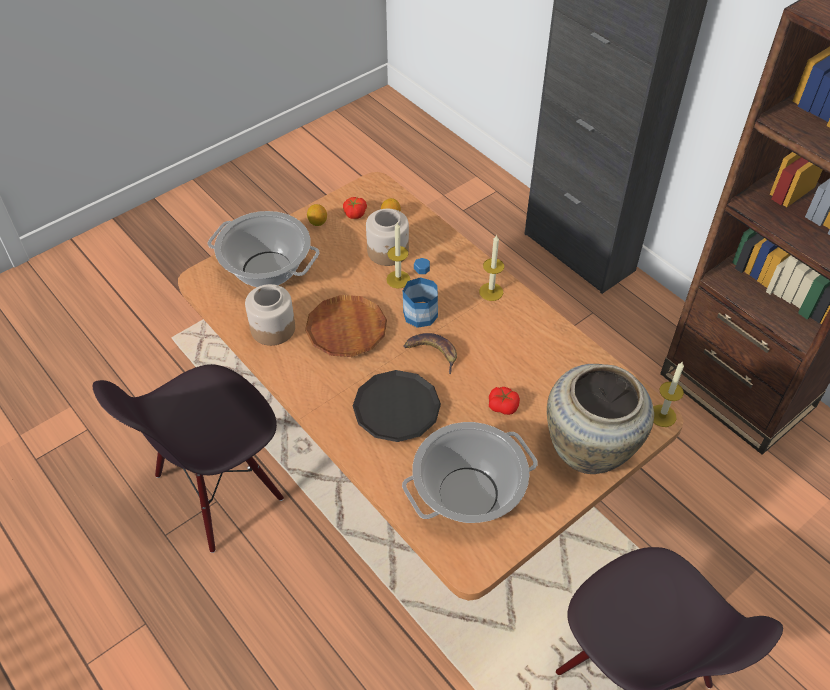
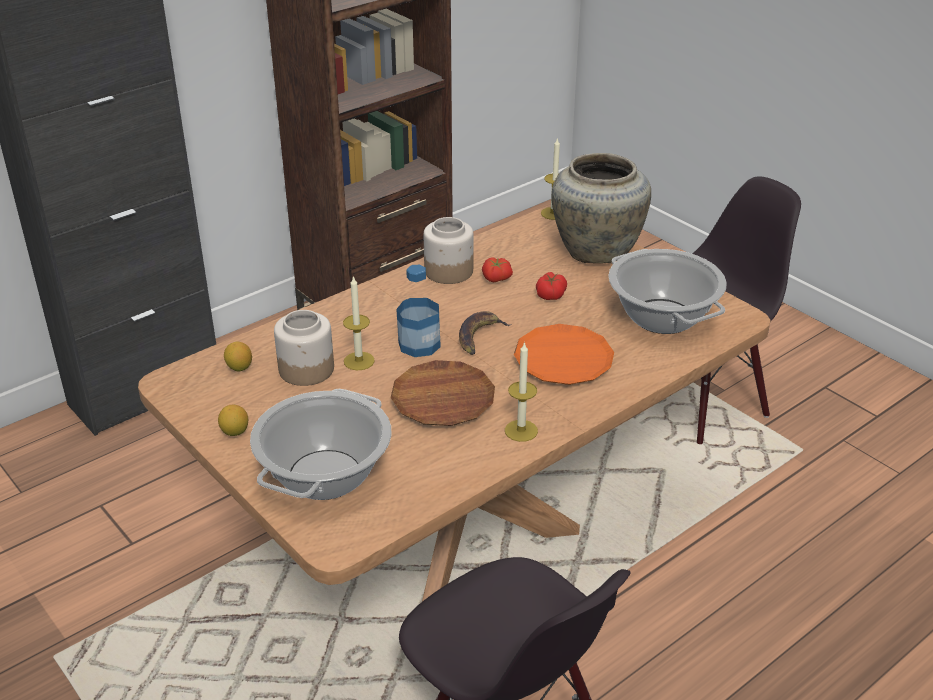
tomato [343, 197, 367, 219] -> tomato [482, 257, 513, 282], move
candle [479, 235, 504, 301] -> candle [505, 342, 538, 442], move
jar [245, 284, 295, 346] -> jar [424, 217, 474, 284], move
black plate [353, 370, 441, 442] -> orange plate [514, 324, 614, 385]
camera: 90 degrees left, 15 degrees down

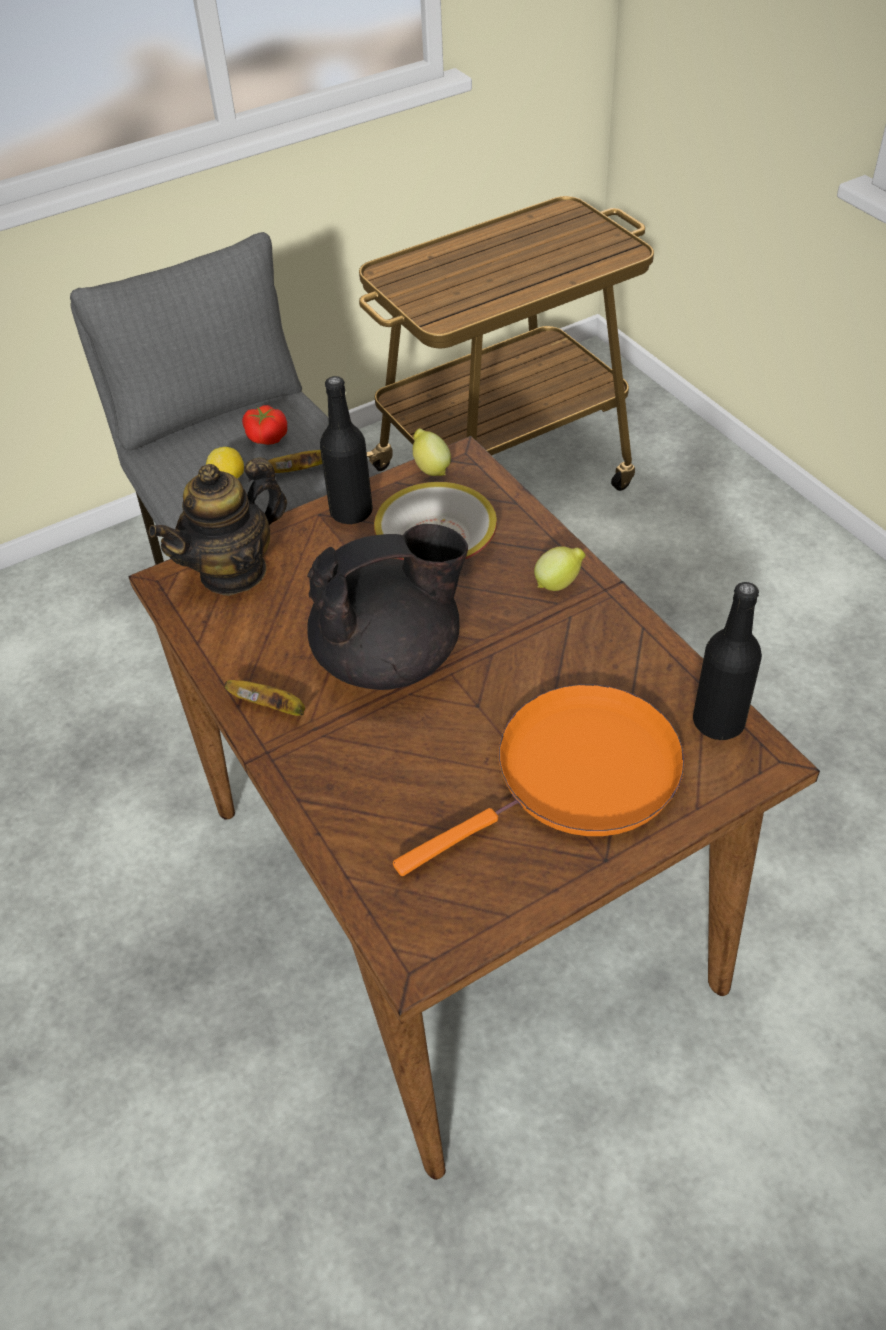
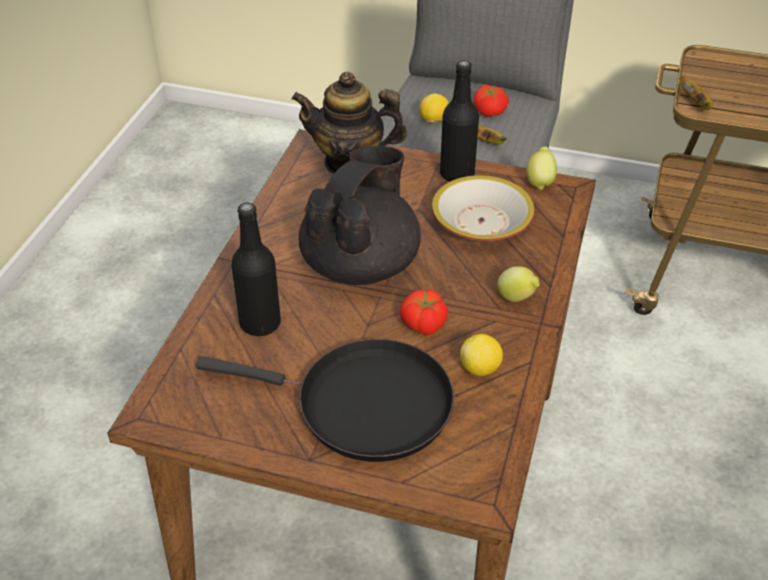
black teapot [307, 524, 468, 690] -> black teapot [299, 146, 421, 285], 90 degrees counterclockwise
black bottle [693, 582, 762, 740] -> black bottle [231, 203, 281, 336], move
banana [224, 680, 305, 716] -> banana [679, 76, 713, 110], move
orange frying pan [393, 684, 685, 876] -> black frying pan [196, 339, 454, 462]
none -> tomato [400, 289, 448, 335]
none -> lemon [460, 334, 503, 376]
camera: 45 degrees right, 5 degrees down

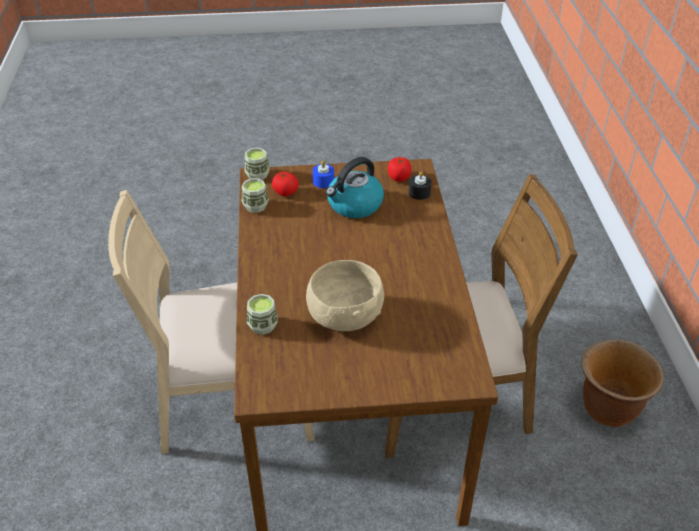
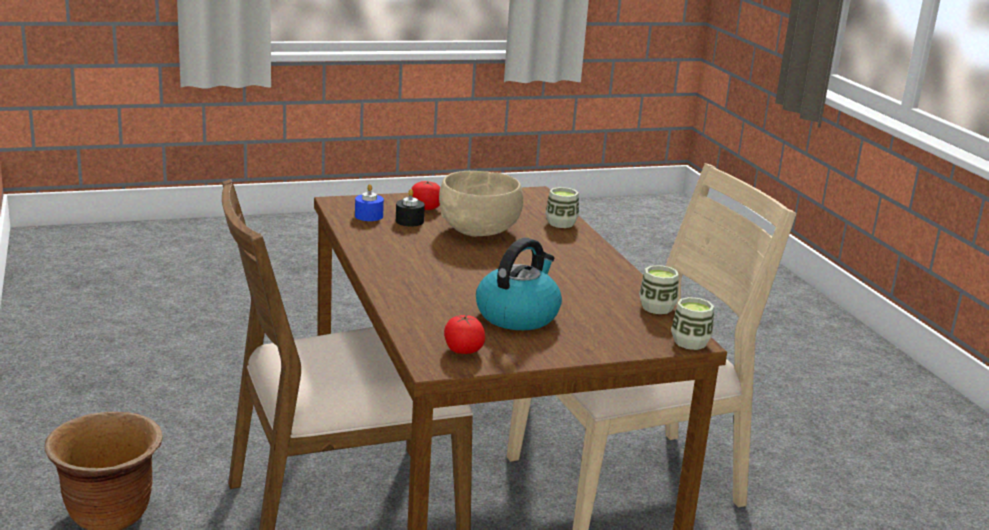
blue candle [313, 160, 334, 188] -> blue candle [355, 184, 384, 221], move
tomato [272, 171, 299, 196] -> tomato [411, 181, 440, 210], move
black candle [409, 171, 432, 200] -> black candle [396, 189, 425, 226], move
camera: 165 degrees right, 20 degrees down

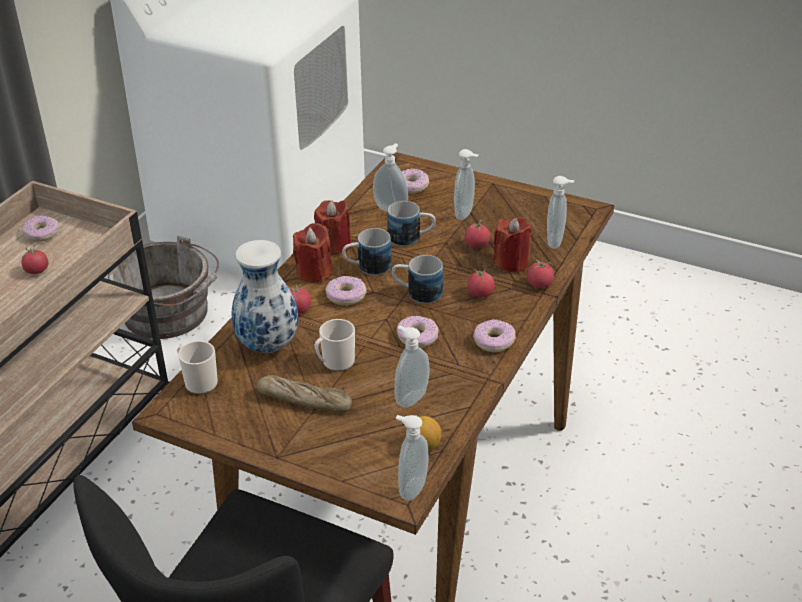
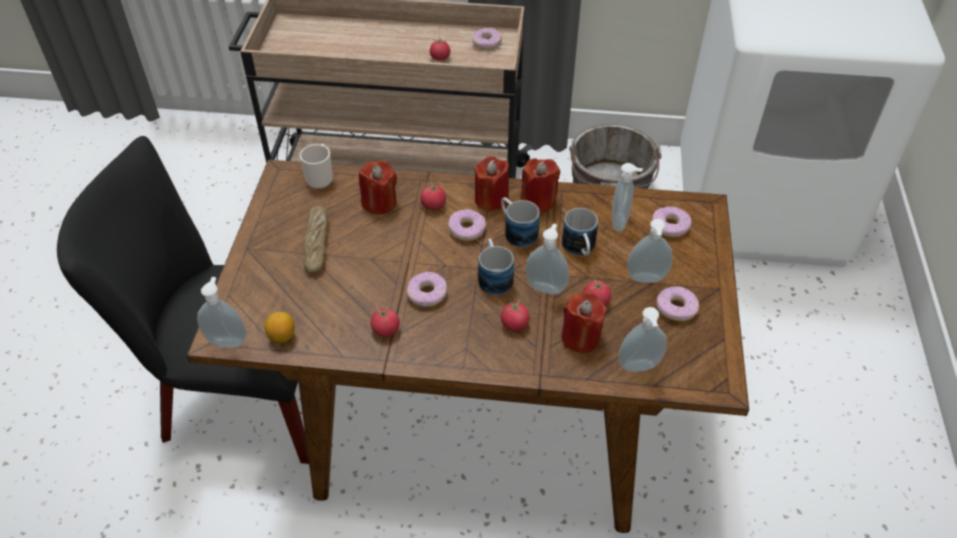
vase [232, 240, 298, 353] -> red candle [359, 160, 397, 214]
tomato [527, 260, 554, 288] -> tomato [370, 307, 400, 337], move
mug [315, 319, 355, 371] -> none
donut [473, 319, 516, 352] -> donut [657, 286, 699, 321], move
soap dispenser [394, 325, 429, 408] -> soap dispenser [526, 223, 569, 294], move
camera: 70 degrees right, 10 degrees up

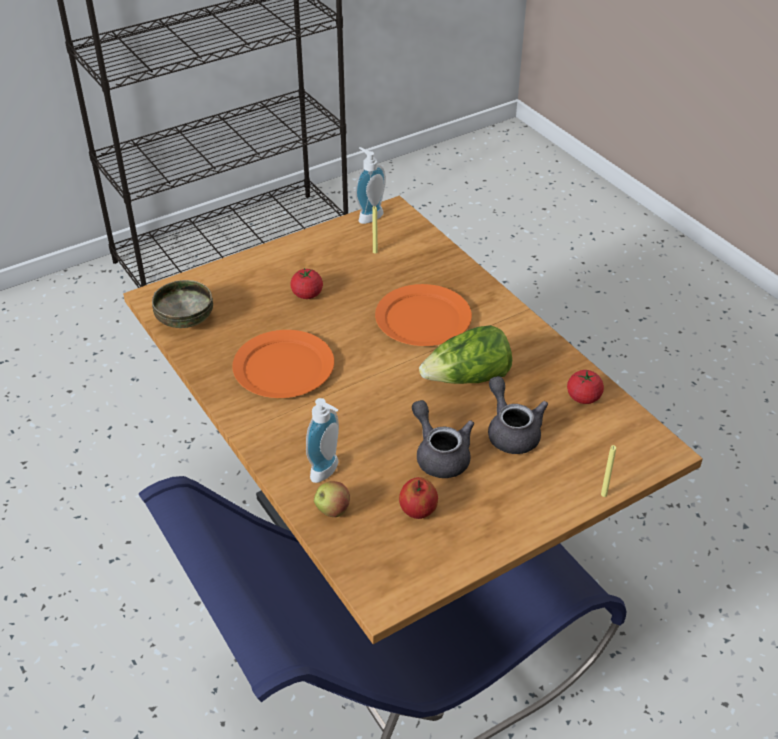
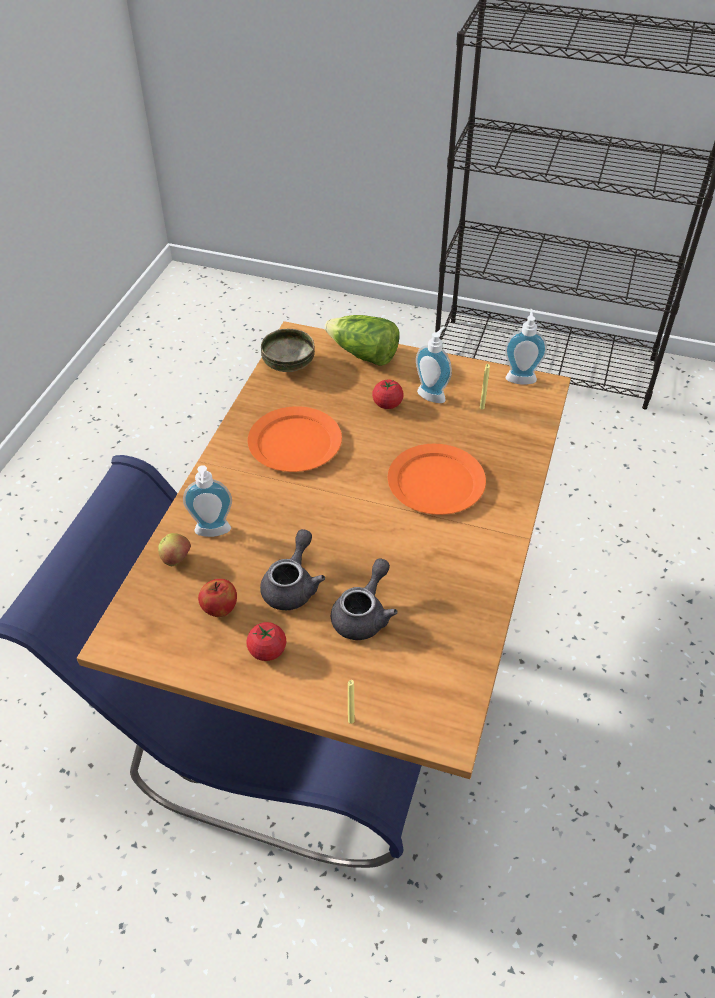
lettuce [419, 325, 512, 384] -> lettuce [324, 315, 400, 366], move
tomato [567, 370, 604, 404] -> tomato [246, 622, 286, 661], move
none -> soap dispenser [416, 326, 452, 403]
camera: 50 degrees right, 5 degrees up

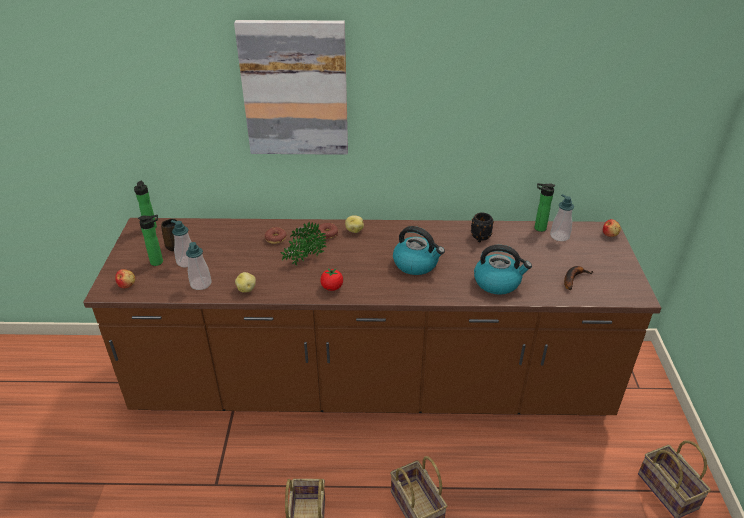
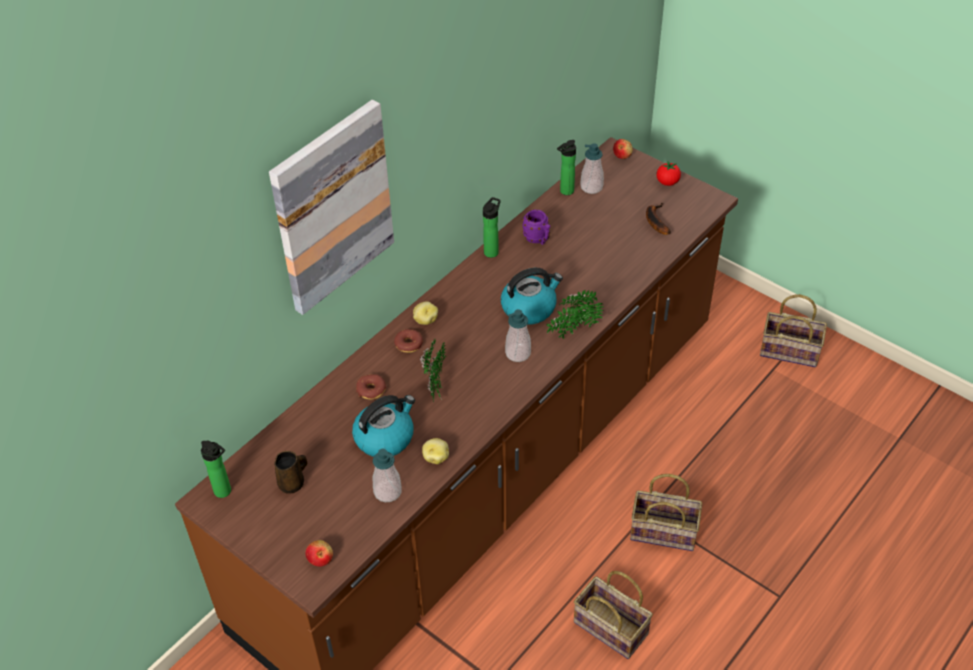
black mug [471, 213, 494, 242] -> purple mug [522, 210, 550, 245]
bottle [138, 215, 163, 266] -> bottle [483, 197, 501, 258], move
soap dispenser [171, 220, 192, 267] -> soap dispenser [505, 309, 531, 362], move
kettle [474, 245, 532, 295] -> kettle [352, 395, 415, 457], move
tomato [320, 268, 343, 291] -> tomato [657, 161, 681, 186], move
none -> potted plant [546, 290, 603, 339]
camera: 50 degrees left, 10 degrees up

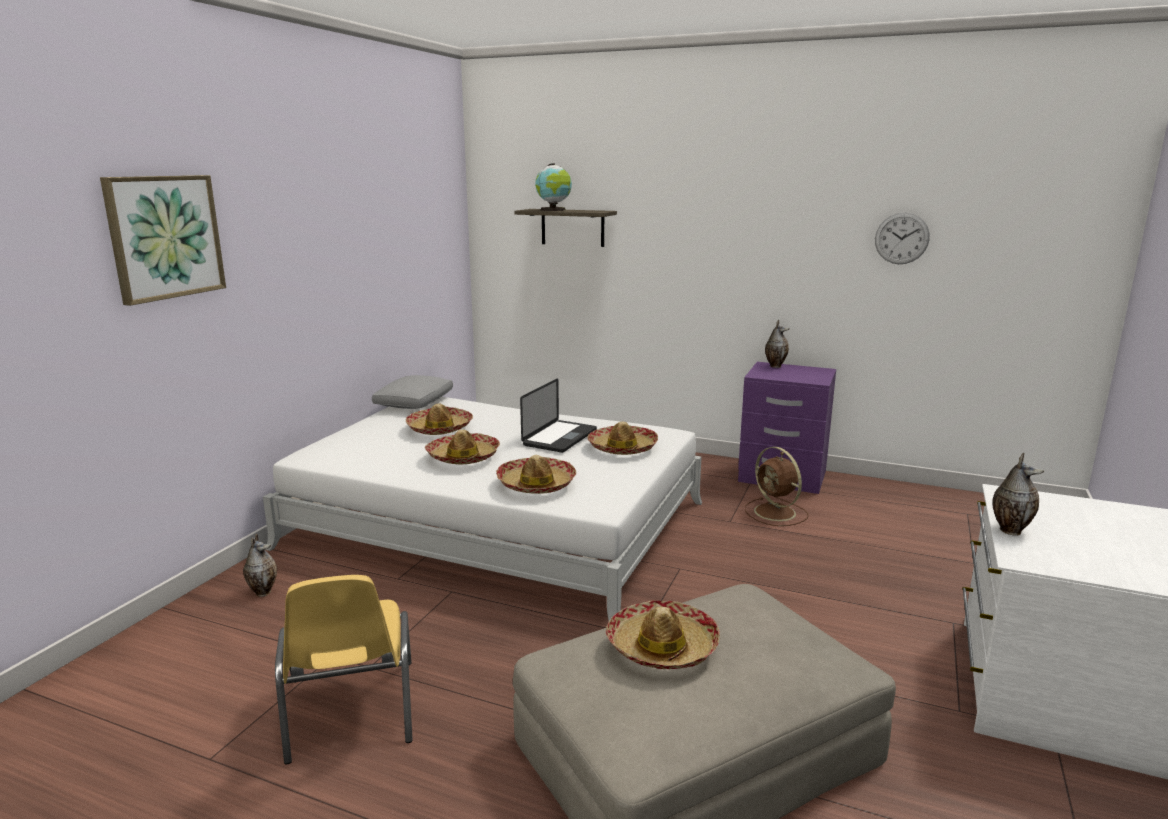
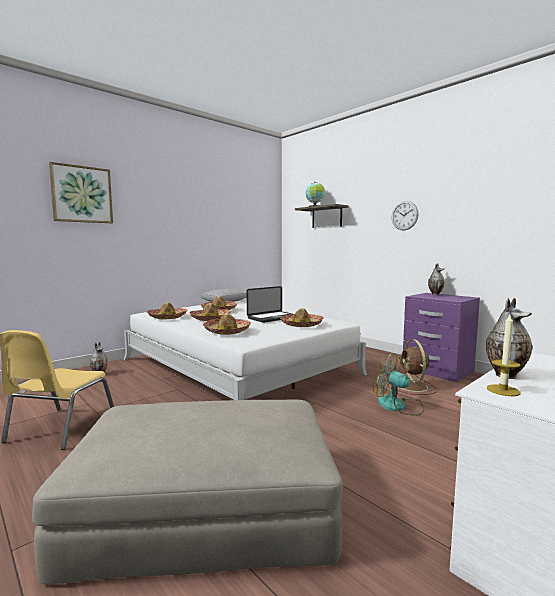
wall clock [875, 212, 930, 264] -> wall clock [391, 201, 419, 230], move
hat [606, 601, 720, 669] -> hat [147, 302, 188, 319], move
none -> candle [487, 315, 520, 396]
none -> fan [373, 353, 425, 416]
camera: 25 degrees right, 10 degrees down

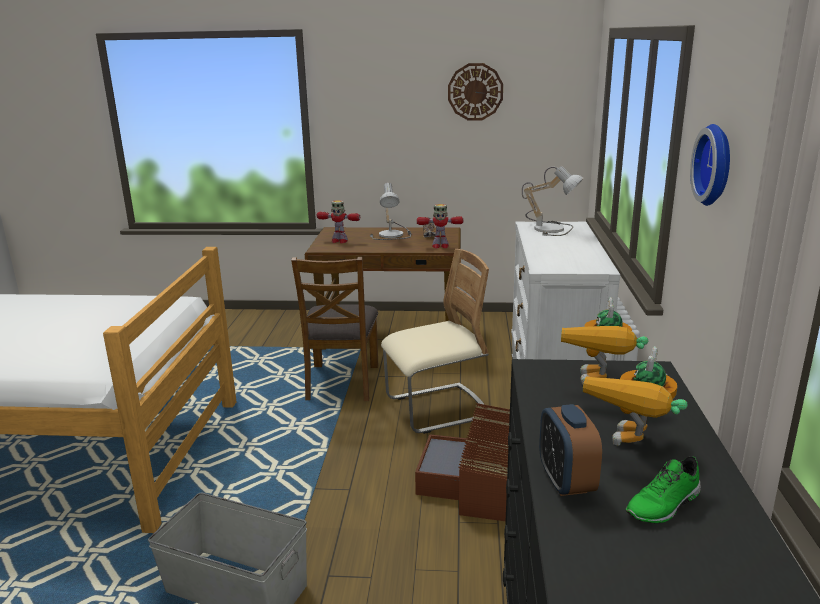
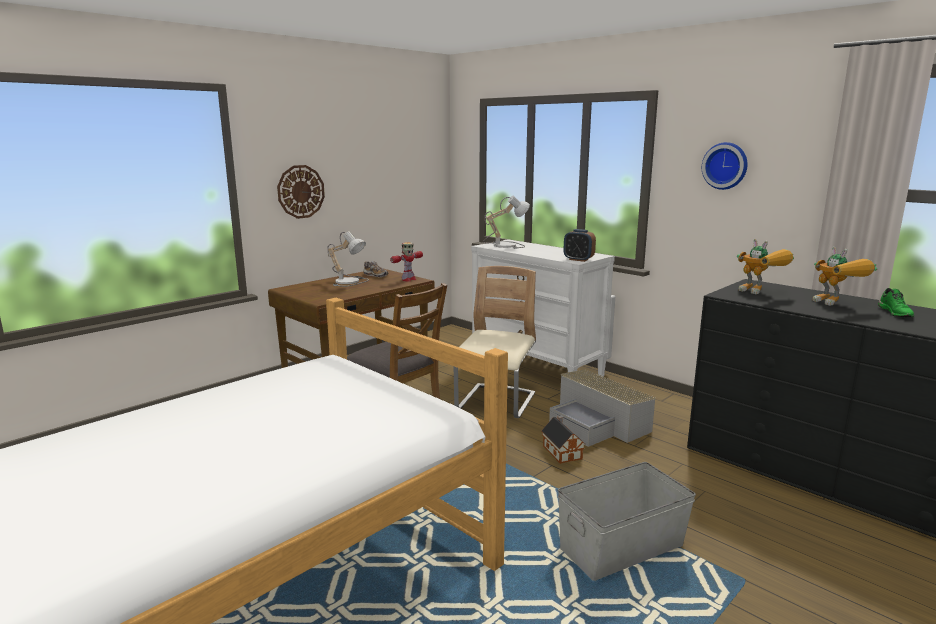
wall clock [448, 63, 503, 121] -> wall clock [277, 165, 325, 219], move
toy robot [317, 200, 360, 243] -> none
brown storage box [415, 403, 510, 521] -> grey storage box [549, 369, 656, 447]
alarm clock [539, 404, 602, 496] -> alarm clock [563, 229, 596, 262], move
none -> toy house [541, 415, 586, 464]
camera: 50 degrees left, 5 degrees down

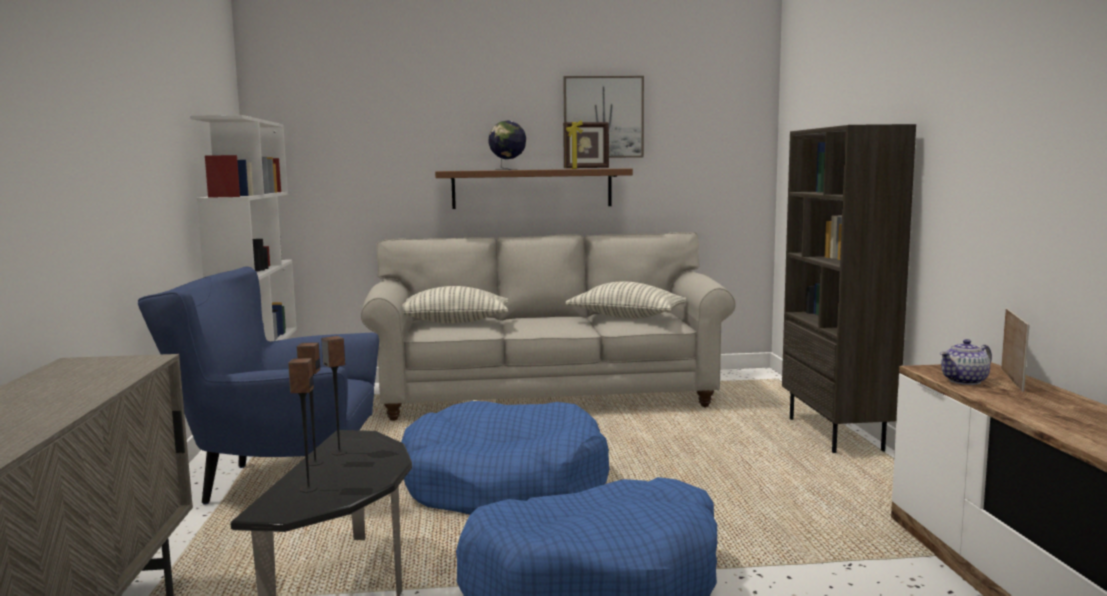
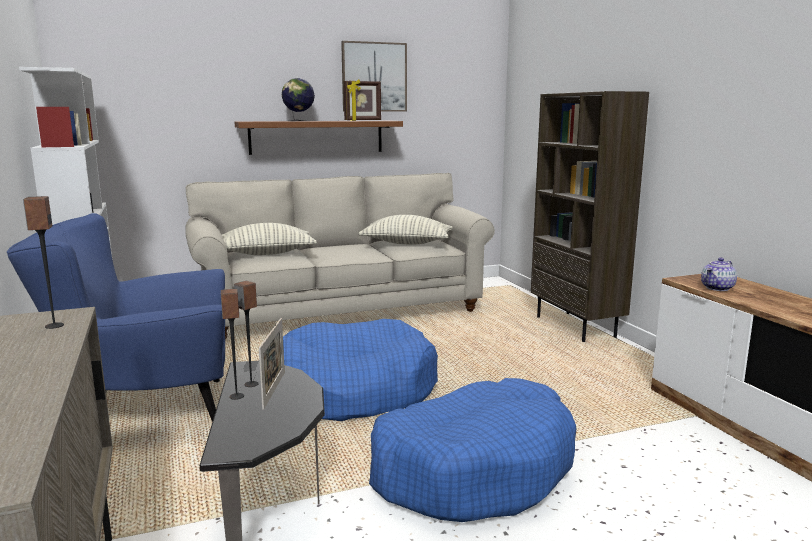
picture frame [1001, 308, 1030, 392] -> picture frame [259, 318, 285, 410], move
speaker [288, 358, 318, 493] -> speaker [23, 196, 64, 329], move
camera: 15 degrees left, 5 degrees up

